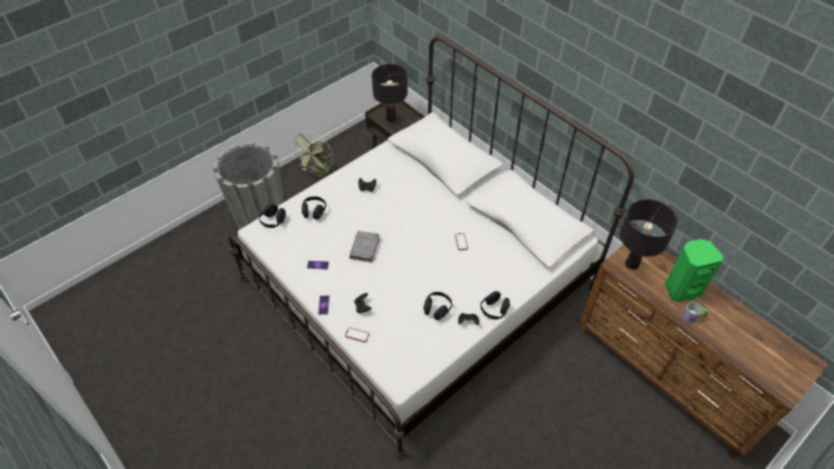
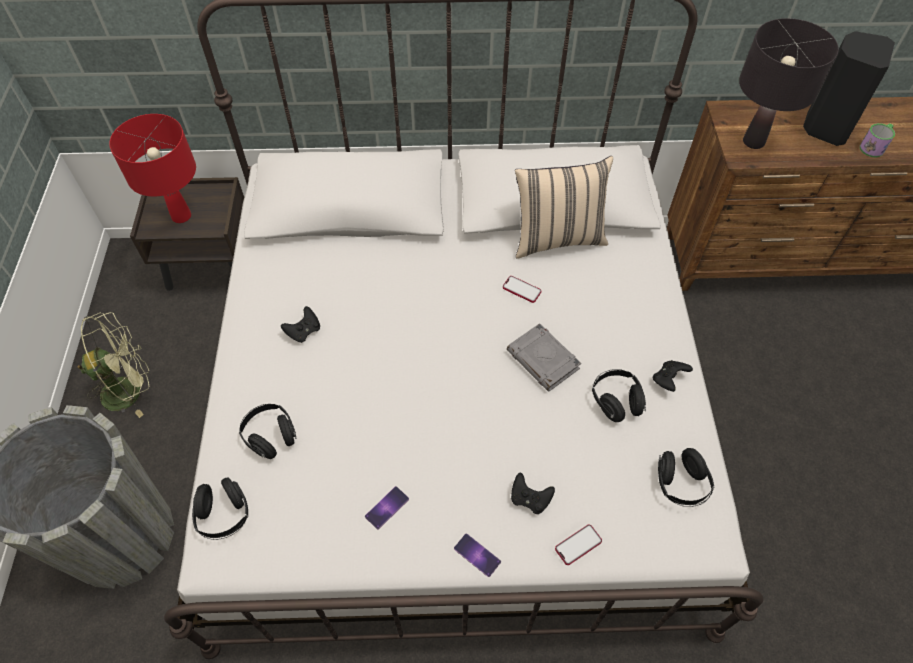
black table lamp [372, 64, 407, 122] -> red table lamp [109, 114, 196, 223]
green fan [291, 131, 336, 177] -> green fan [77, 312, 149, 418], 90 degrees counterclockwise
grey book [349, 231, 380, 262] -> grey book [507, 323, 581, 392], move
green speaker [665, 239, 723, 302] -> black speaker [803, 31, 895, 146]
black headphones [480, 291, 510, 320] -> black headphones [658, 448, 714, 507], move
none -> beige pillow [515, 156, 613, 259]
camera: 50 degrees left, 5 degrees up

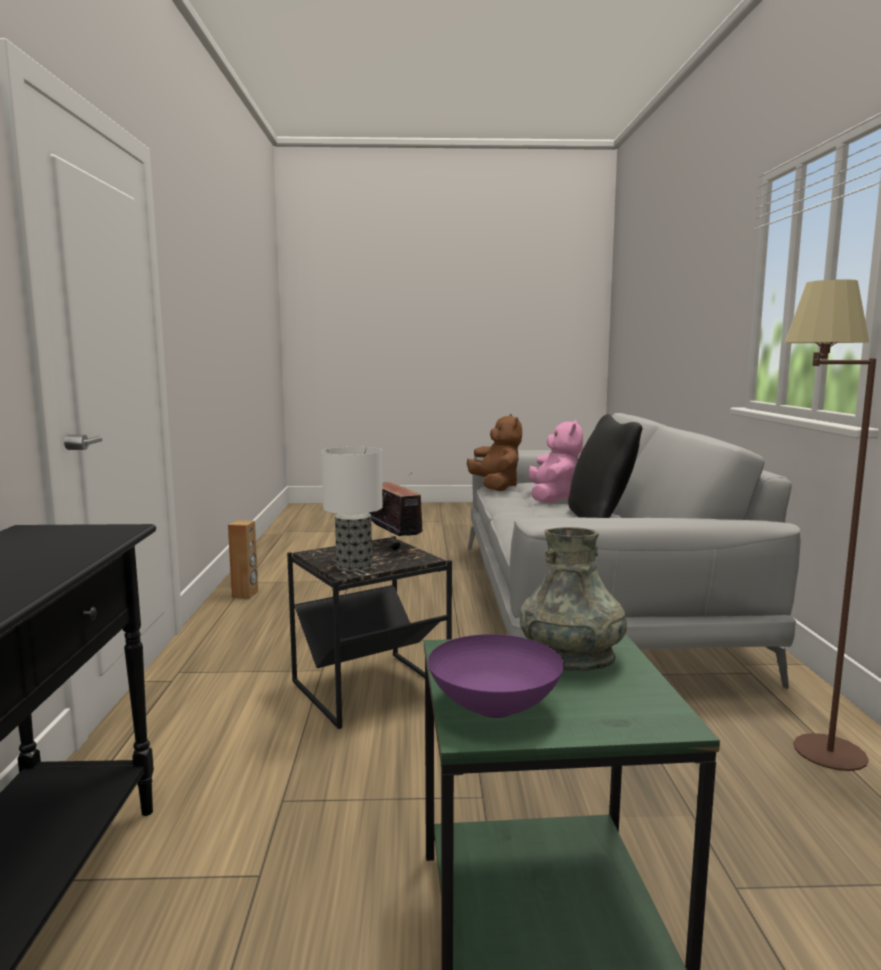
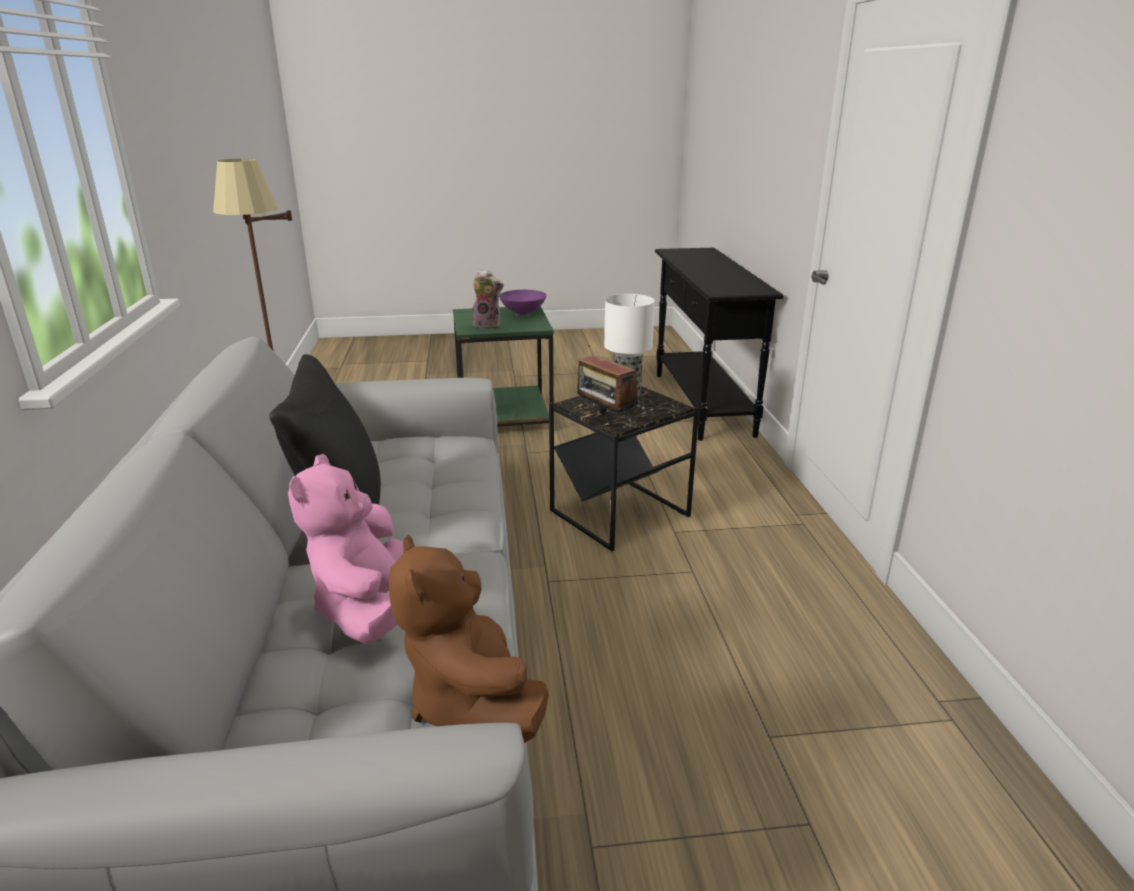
brown speaker [228, 520, 258, 599] -> none
grey vase [519, 527, 627, 671] -> plush toy [472, 269, 504, 329]
camera: 175 degrees right, 15 degrees up

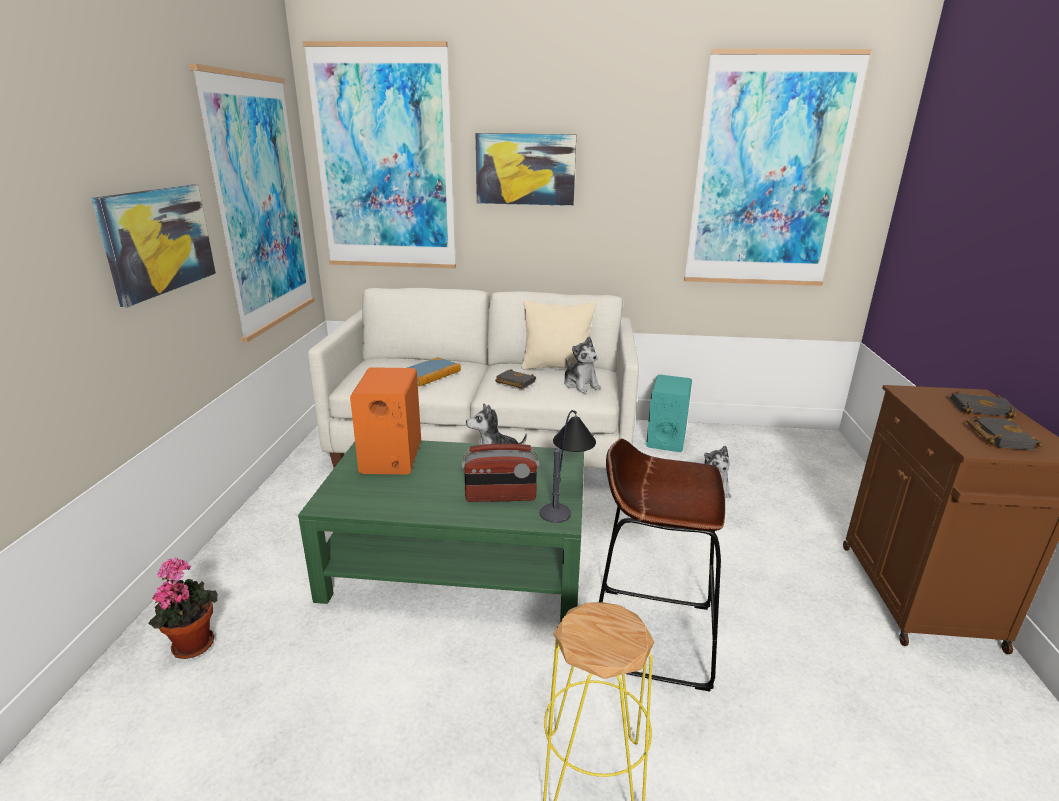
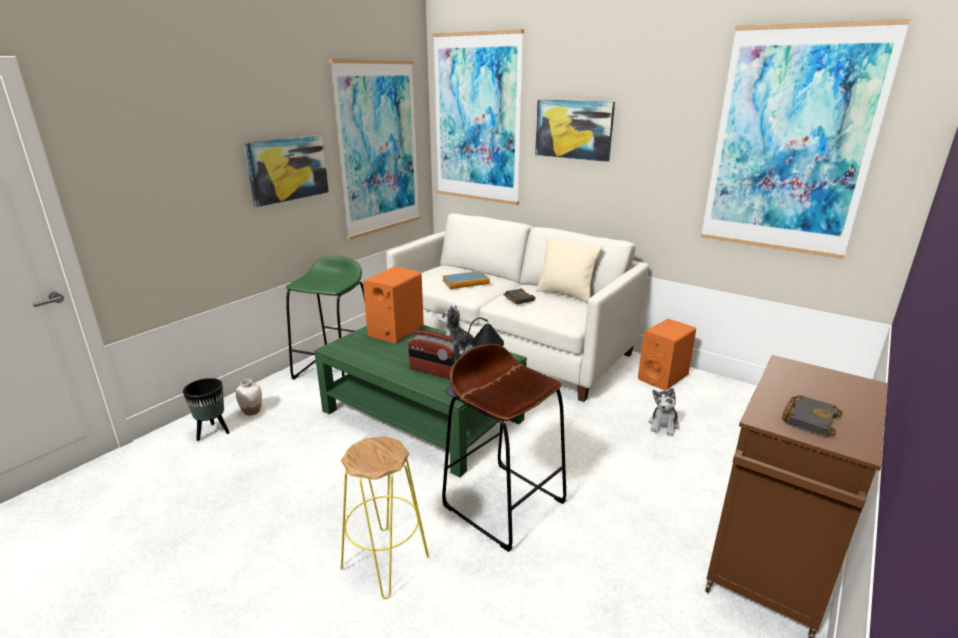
plush toy [564, 336, 601, 393] -> none
turquoise speaker [646, 374, 692, 452] -> orange speaker [638, 319, 696, 391]
black book [950, 391, 1017, 418] -> none
potted plant [148, 557, 218, 659] -> white vase [236, 379, 262, 415]
none -> green stool [286, 256, 365, 379]
none -> black planter [183, 378, 230, 441]
camera: 30 degrees right, 0 degrees up

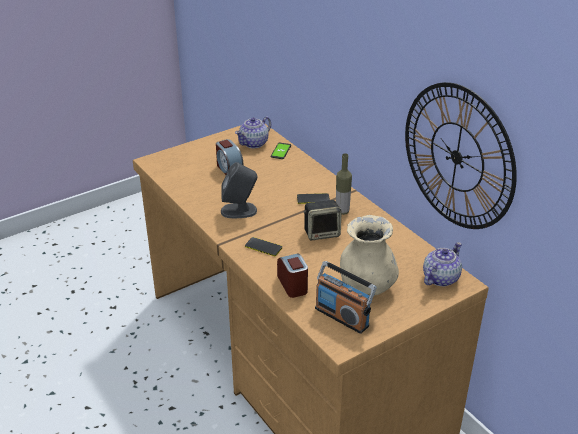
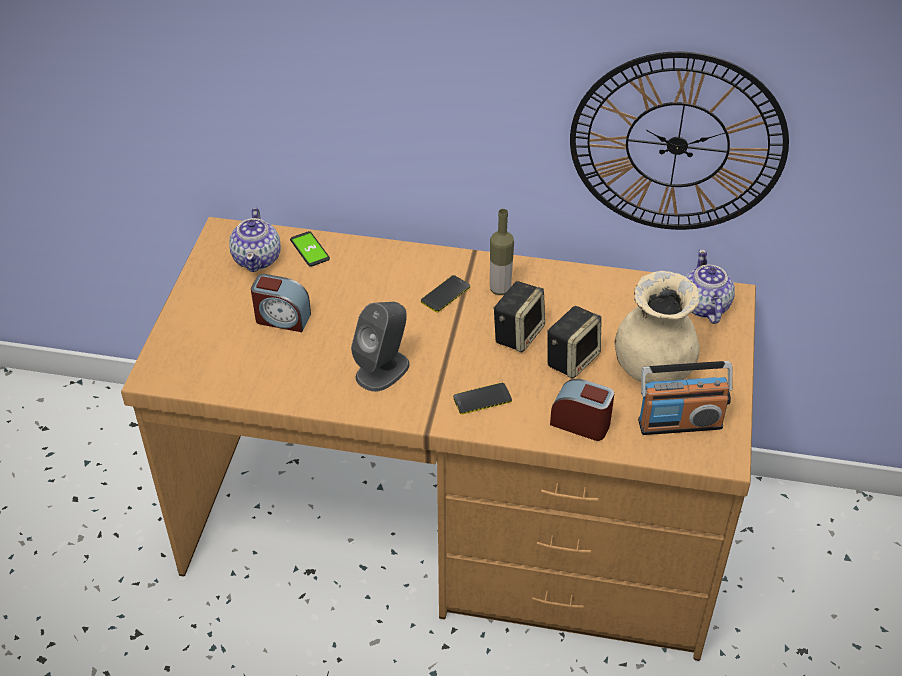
none -> speaker [547, 306, 601, 379]
camera: 45 degrees left, 10 degrees up

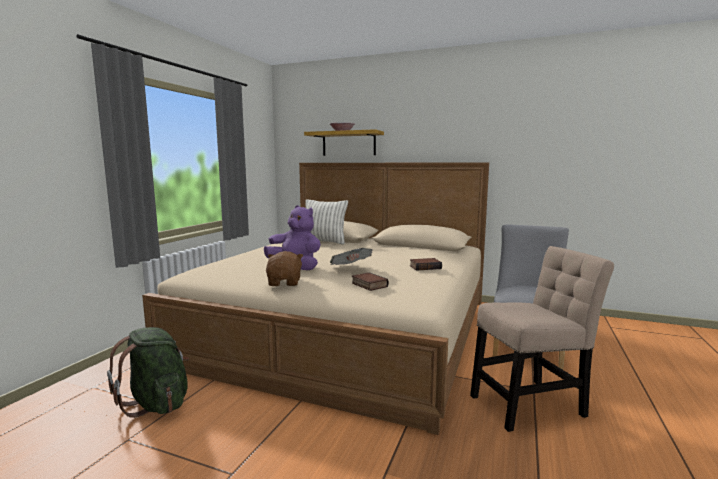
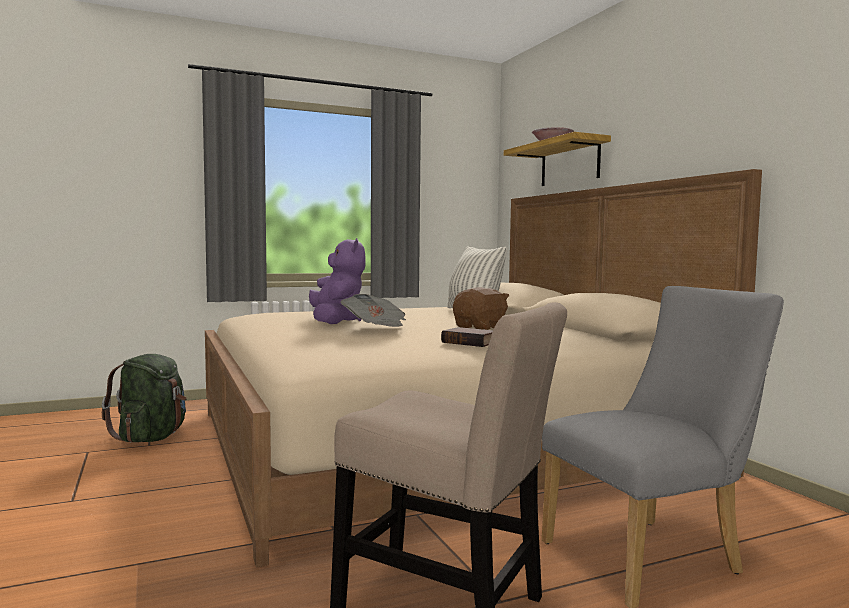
brown plush toy [266, 251, 304, 286] -> brown plush toy [453, 287, 509, 330], move
book [352, 272, 389, 291] -> none
camera: 45 degrees right, 5 degrees down

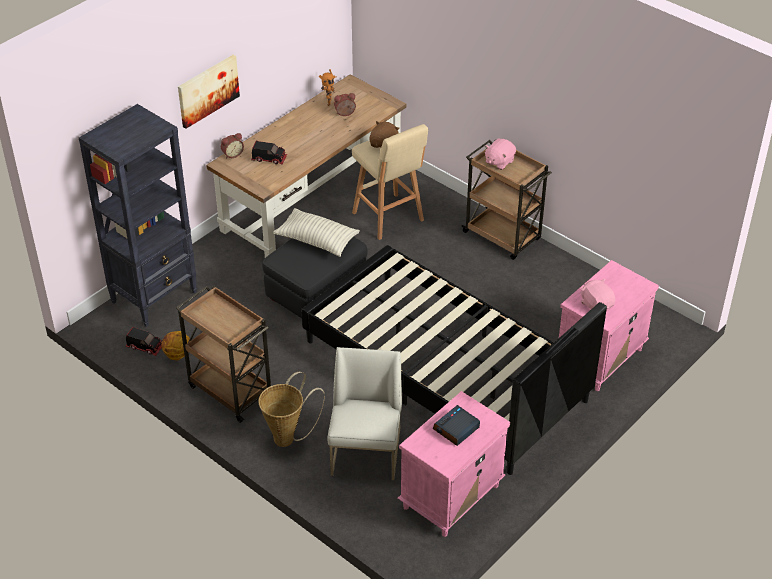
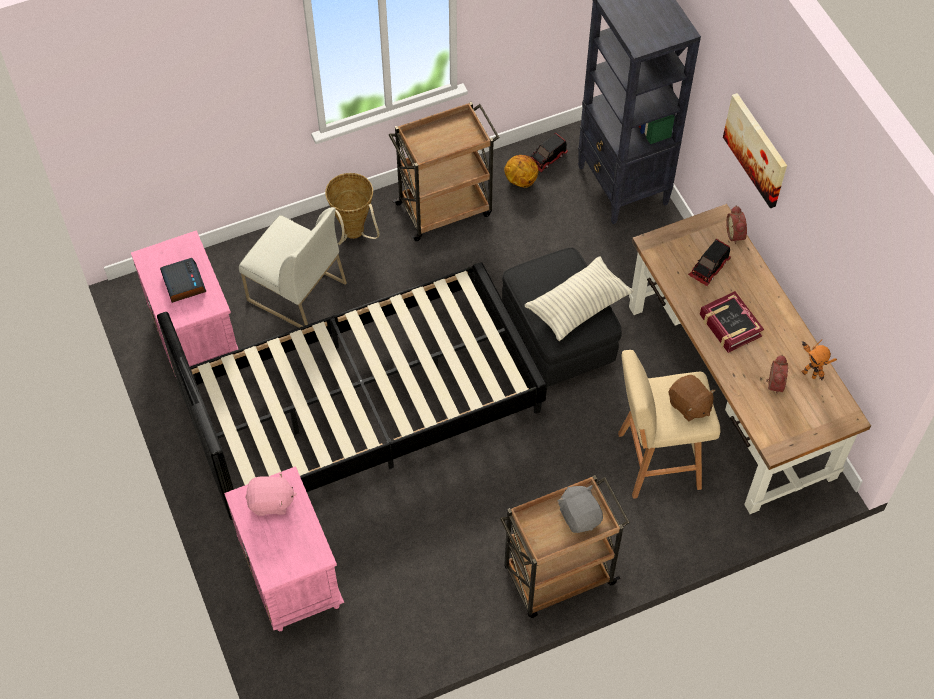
pink plush toy [485, 139, 516, 170] -> grey plush toy [558, 485, 603, 533]
none -> book [700, 291, 764, 353]
camera: 115 degrees right, 15 degrees up

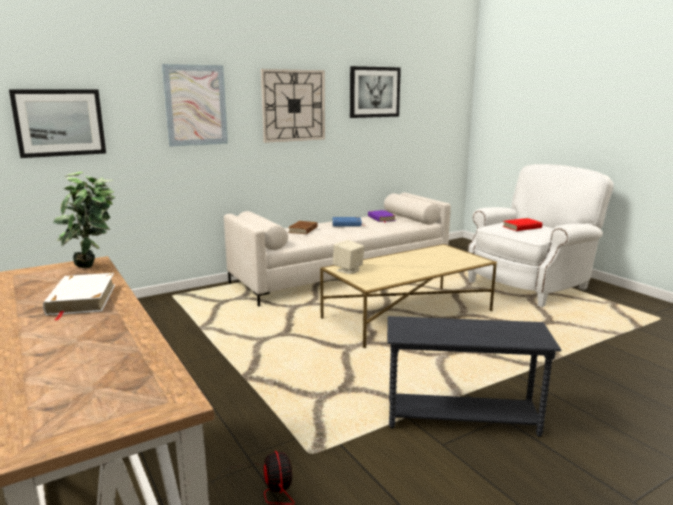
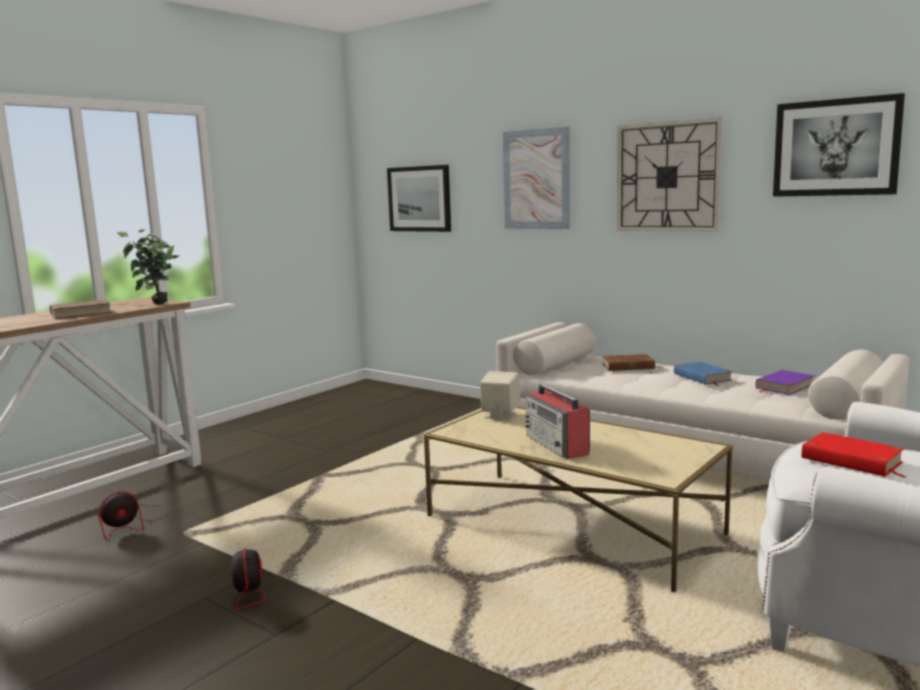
white book [43, 273, 115, 321] -> brown book [41, 299, 112, 319]
grey side table [387, 316, 561, 437] -> fan [231, 548, 333, 628]
none -> radio [525, 384, 590, 459]
camera: 70 degrees right, 5 degrees down

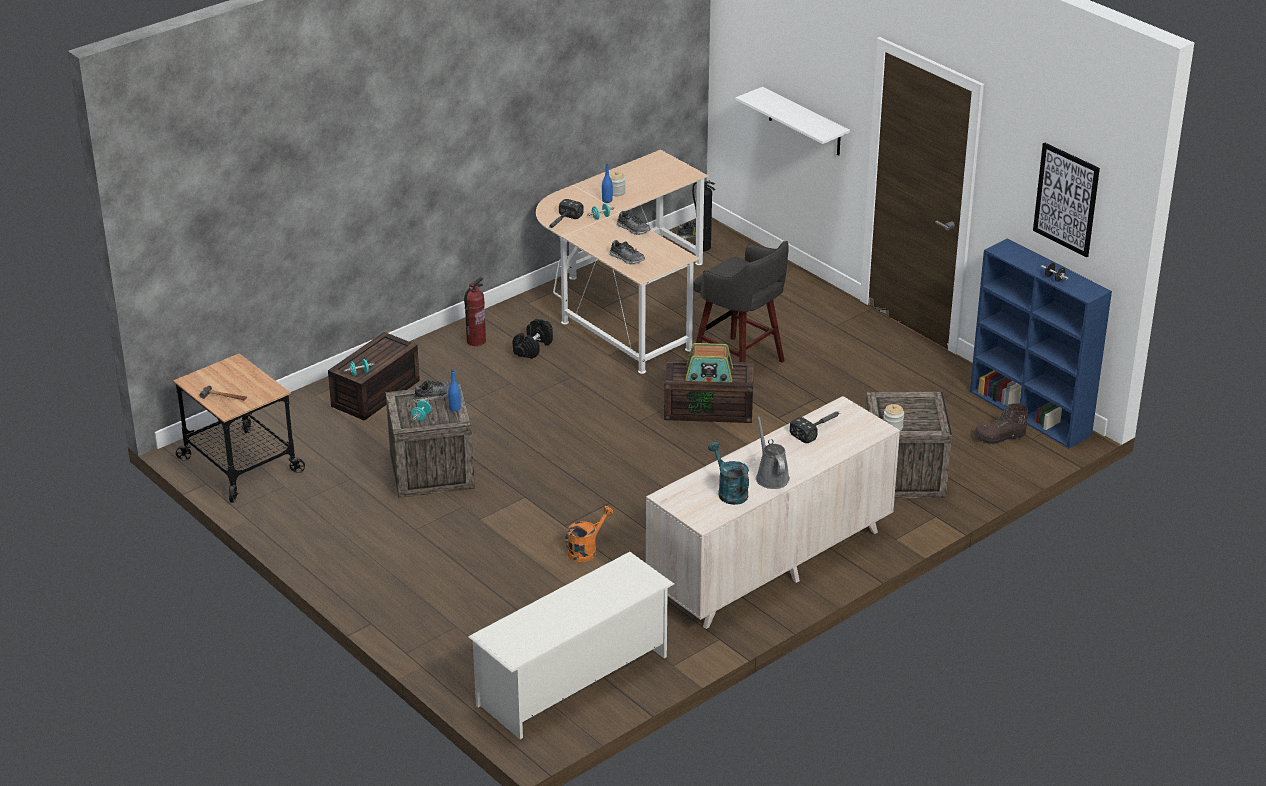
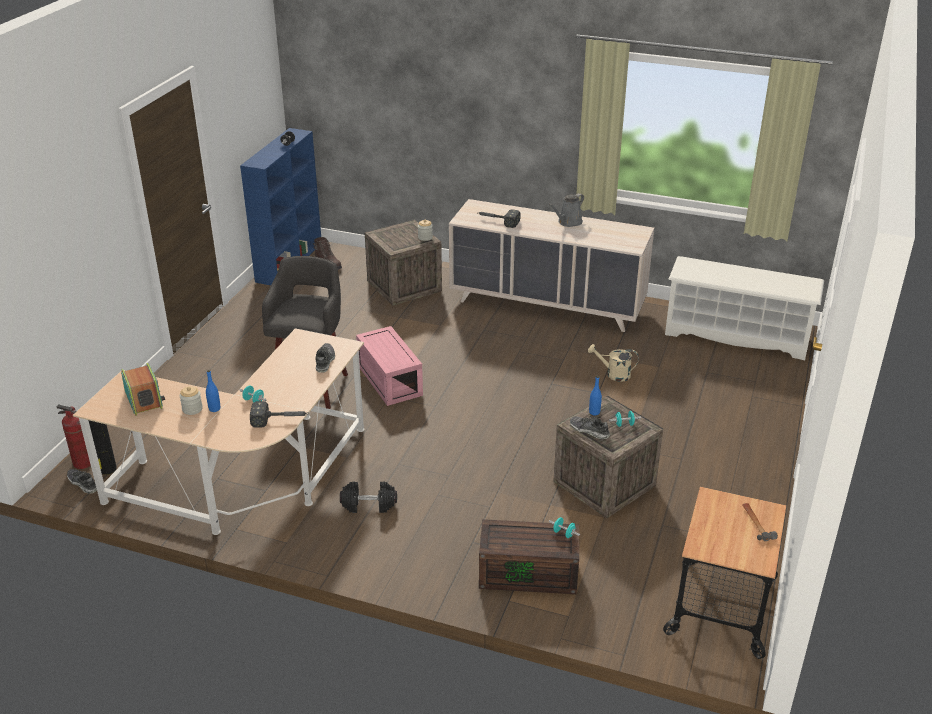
white shelf [736, 87, 850, 155] -> none
picture [1033, 142, 1100, 257] -> none
shoe [616, 211, 650, 235] -> none
fire extinguisher [464, 277, 486, 346] -> fire extinguisher [57, 405, 91, 469], move
radio [685, 343, 733, 382] -> radio [121, 363, 165, 416], move
brown storage box [664, 360, 754, 423] -> pink storage box [356, 326, 423, 406]
turquoise watering can [708, 442, 749, 505] -> none
orange watering can [565, 506, 614, 562] -> beige watering can [588, 344, 639, 382]
camera: 120 degrees left, 0 degrees up

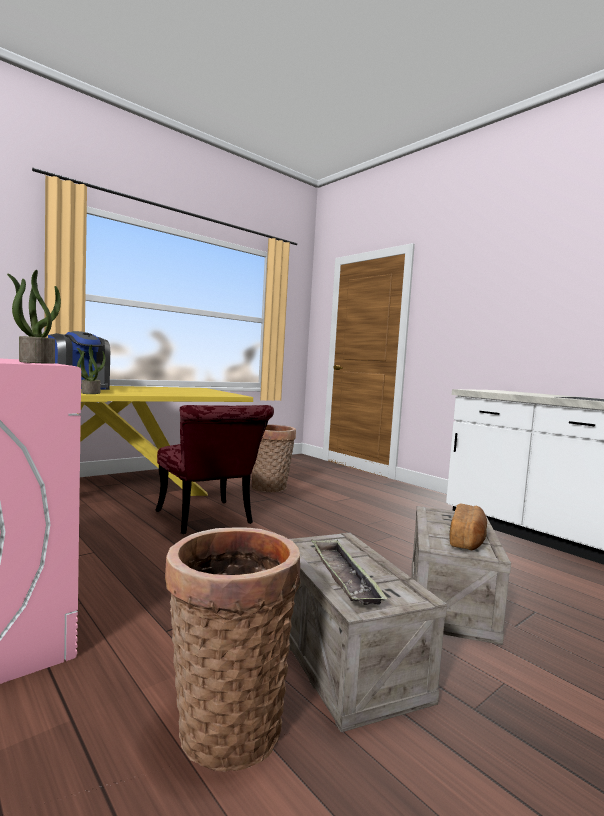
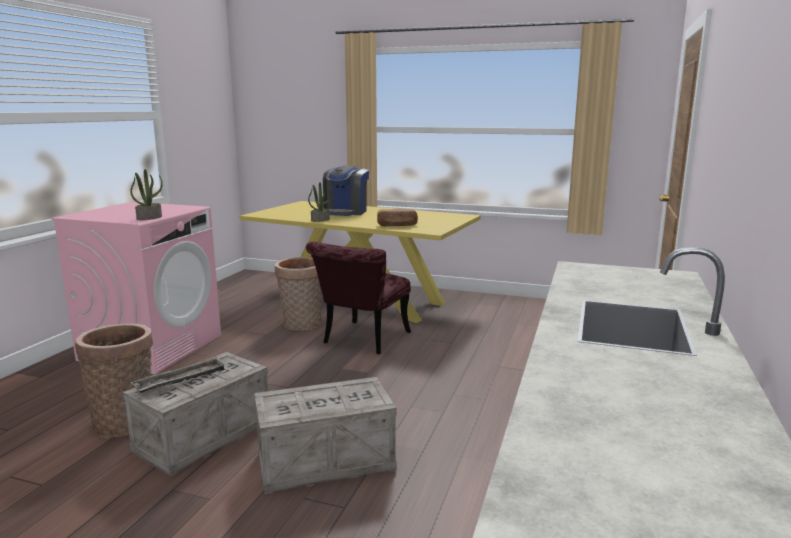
basket [252, 424, 296, 492] -> basket [275, 257, 322, 330], move
bread [450, 503, 487, 550] -> bread [377, 209, 418, 226], move
camera: 60 degrees right, 10 degrees up

